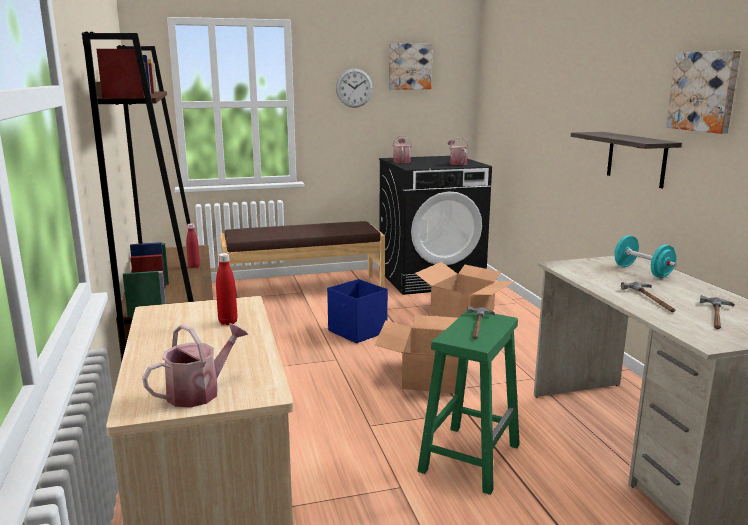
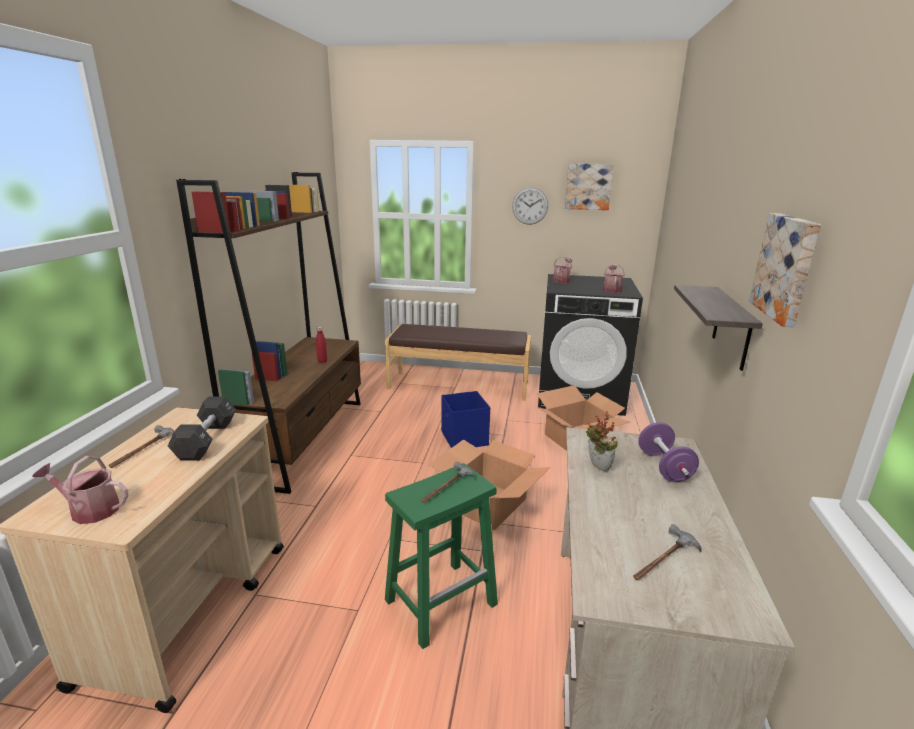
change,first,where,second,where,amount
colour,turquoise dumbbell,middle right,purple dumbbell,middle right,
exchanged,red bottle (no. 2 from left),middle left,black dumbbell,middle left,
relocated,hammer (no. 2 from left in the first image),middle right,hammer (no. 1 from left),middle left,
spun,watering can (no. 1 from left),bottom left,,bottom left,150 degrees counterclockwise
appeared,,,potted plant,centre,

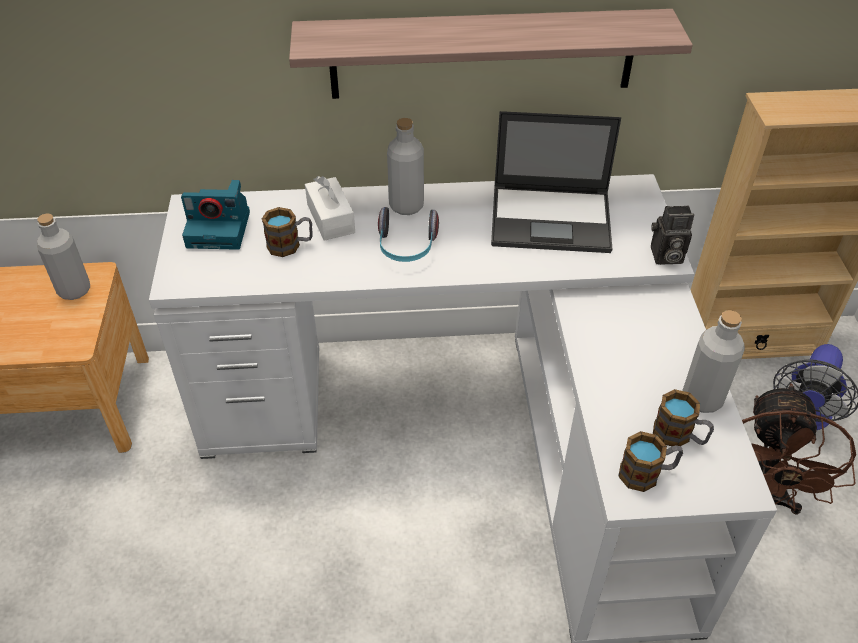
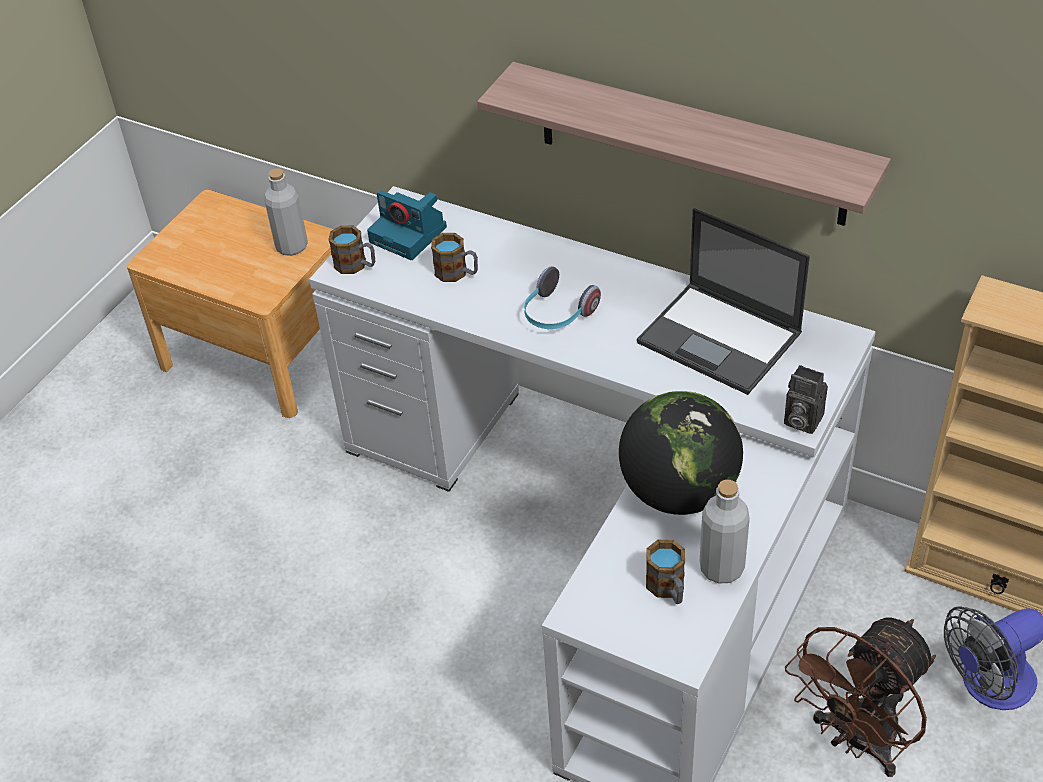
change,first,where,second,where,amount
missing,grey bottle (no. 2 from left),top centre,,,
missing,white tissue box,top centre,,,
relocated,mug (no. 2 from left in the first image),bottom right,mug (no. 1 from left),top centre,
appeared,,,globe,centre,

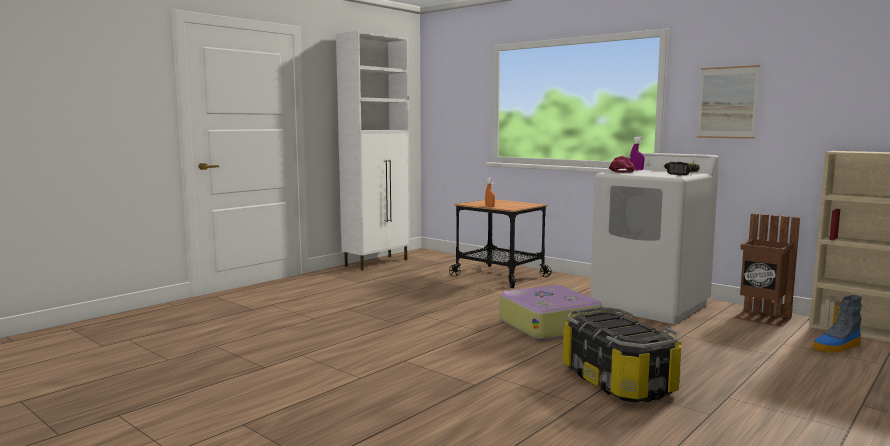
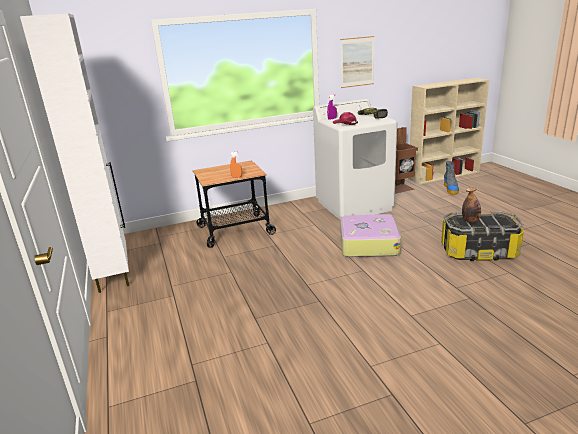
change,first,where,second,where,amount
appeared,,,bottle,middle right,

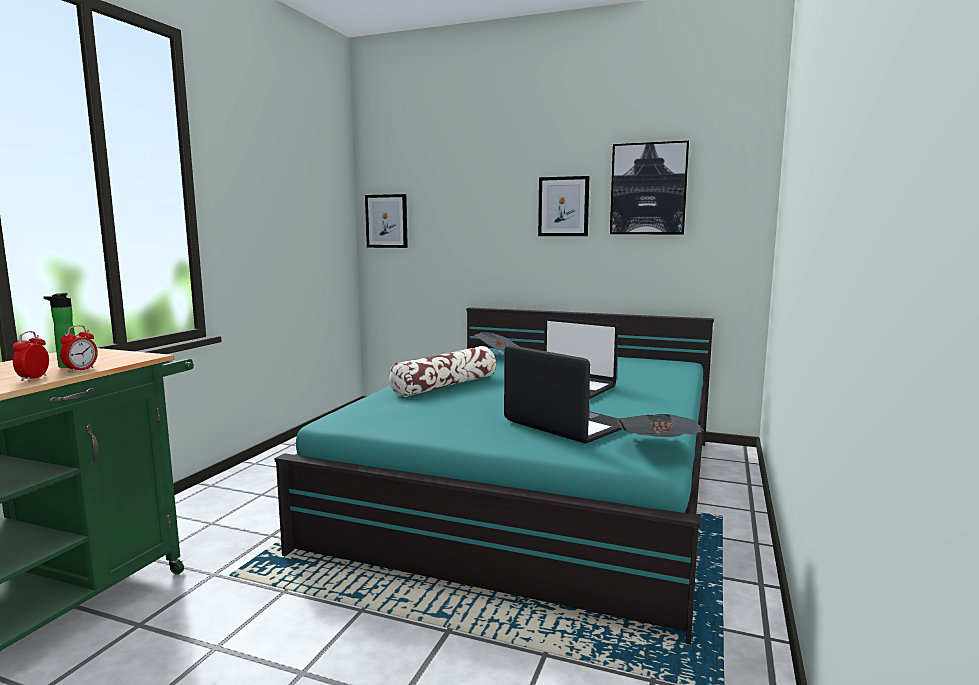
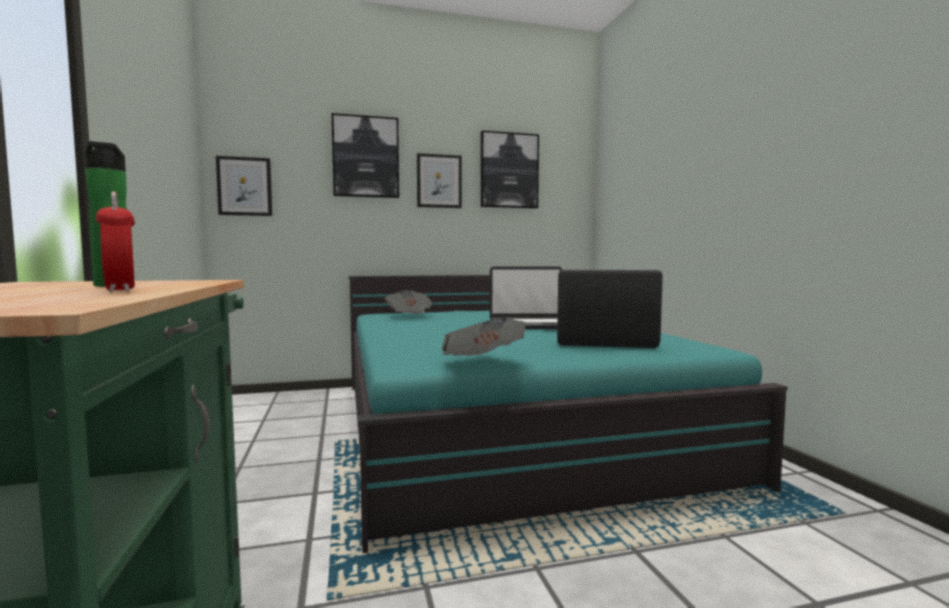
change,first,where,second,where,amount
missing,alarm clock (no. 2 from left),middle left,,,
missing,pillow,centre,,,
relocated,newspaper (no. 2 from left),middle right,,centre,
appeared,,,picture (no. 2 from left),top centre,

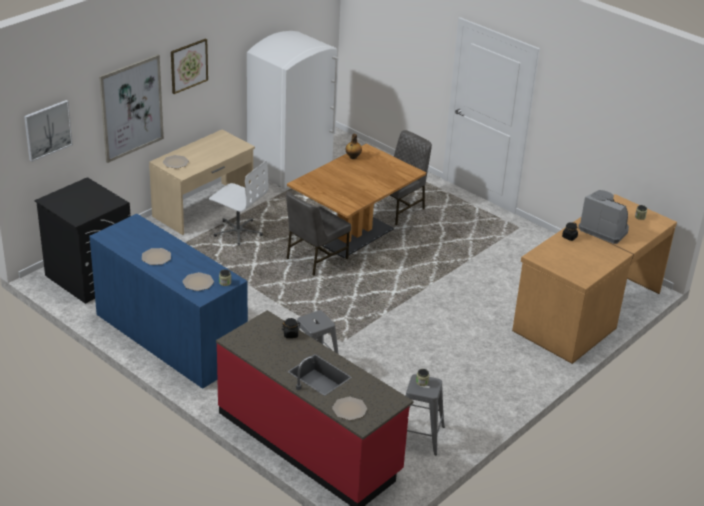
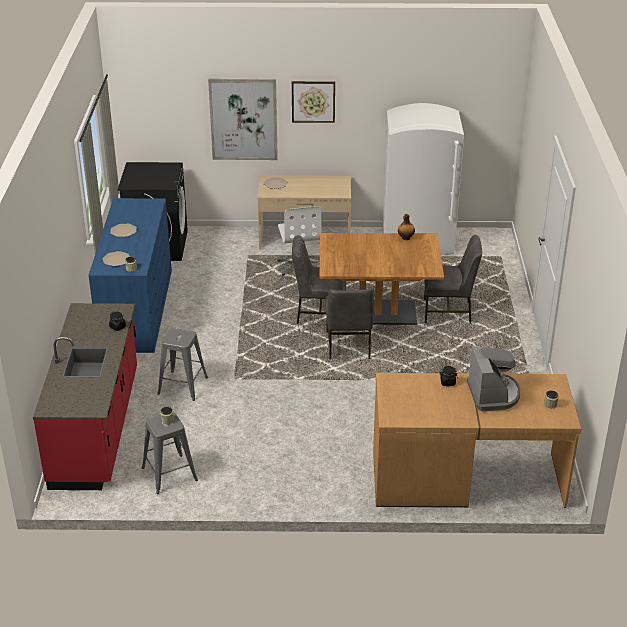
change,first,where,second,where,amount
missing,picture (no. 1 from left),top left,,,
missing,plate (no. 4 from left),bottom centre,,,
appeared,,,grey chair (no. 2 from left),centre,

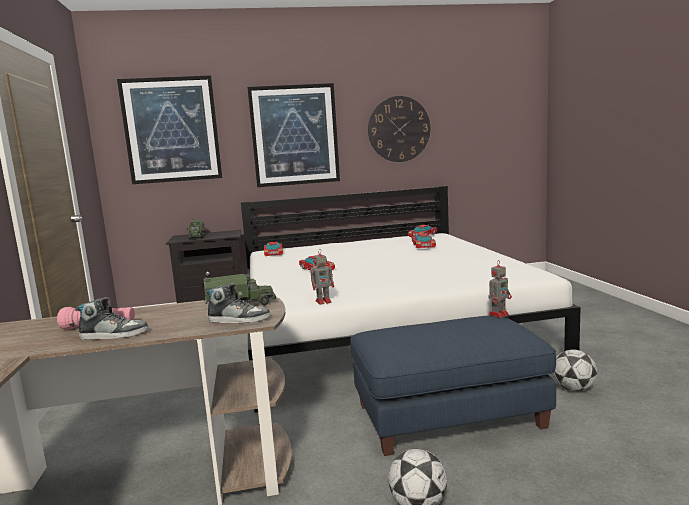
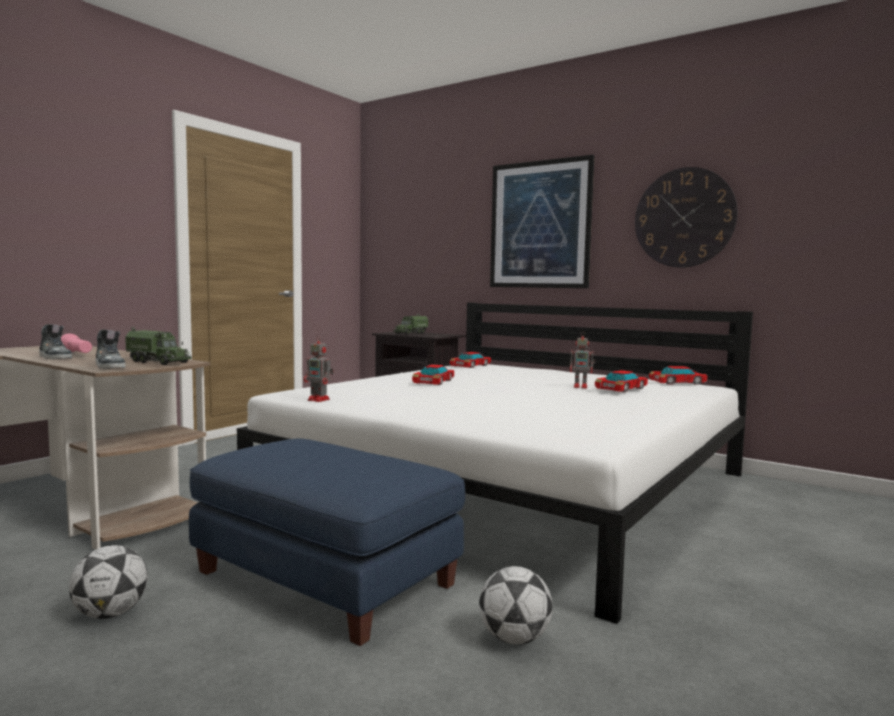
change,first,where,second,where,amount
missing,picture (no. 1 from left),top left,,,
relocated,toy robot (no. 2 from left),middle right,,centre,

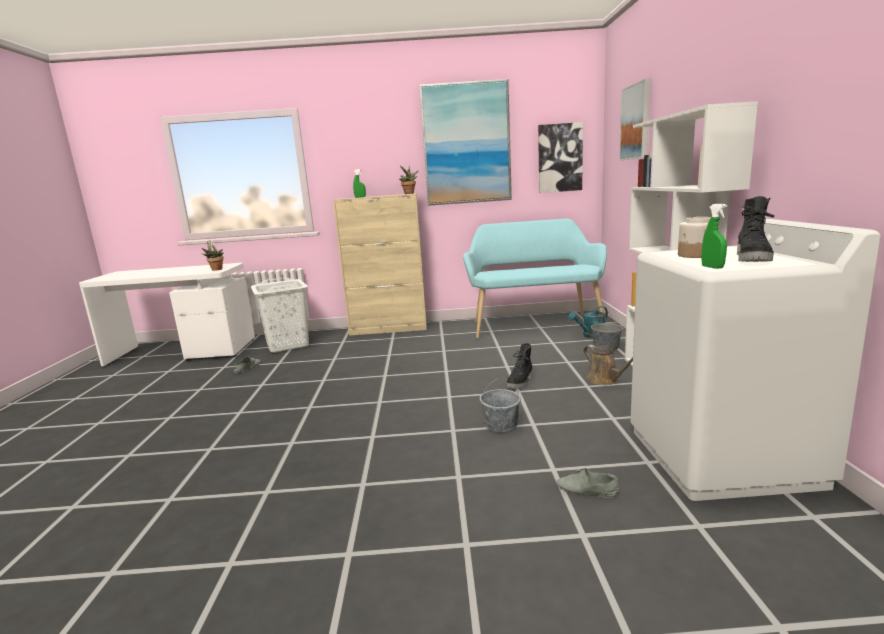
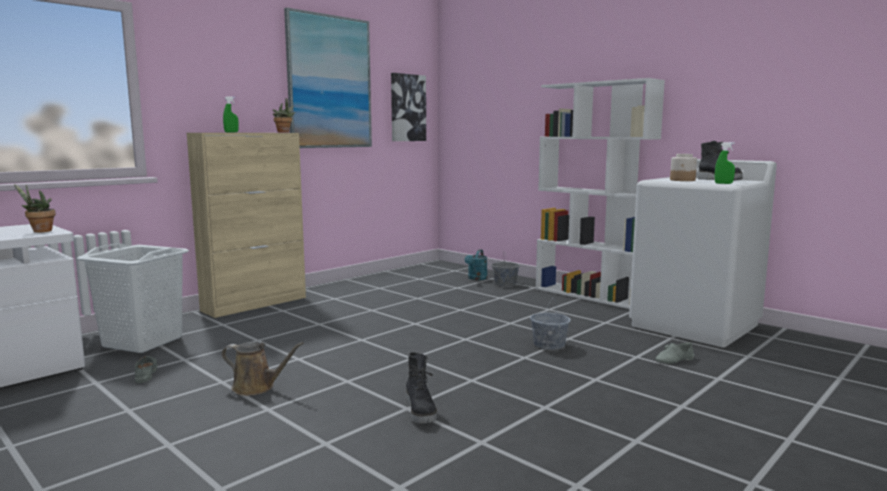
change,first,where,second,where,amount
missing,picture (no. 3 from left),top right,,,
missing,turquoise bench,centre,,,
relocated,black boot (no. 1 from left),centre,,bottom centre,
relocated,brown watering can,middle right,,bottom left,

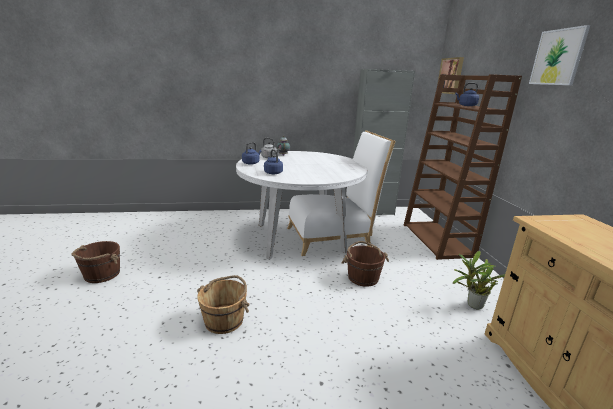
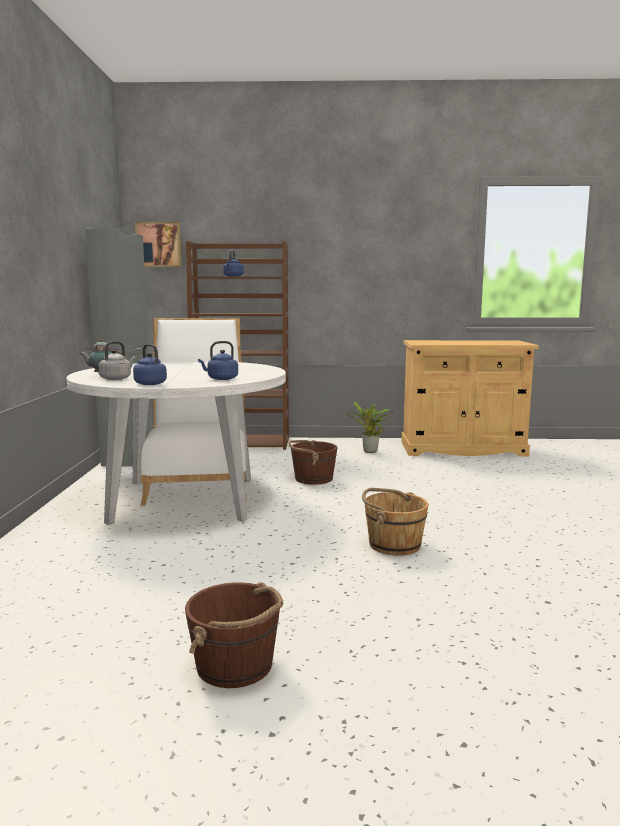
change,first,where,second,where,amount
missing,picture (no. 2 from left),top right,,,

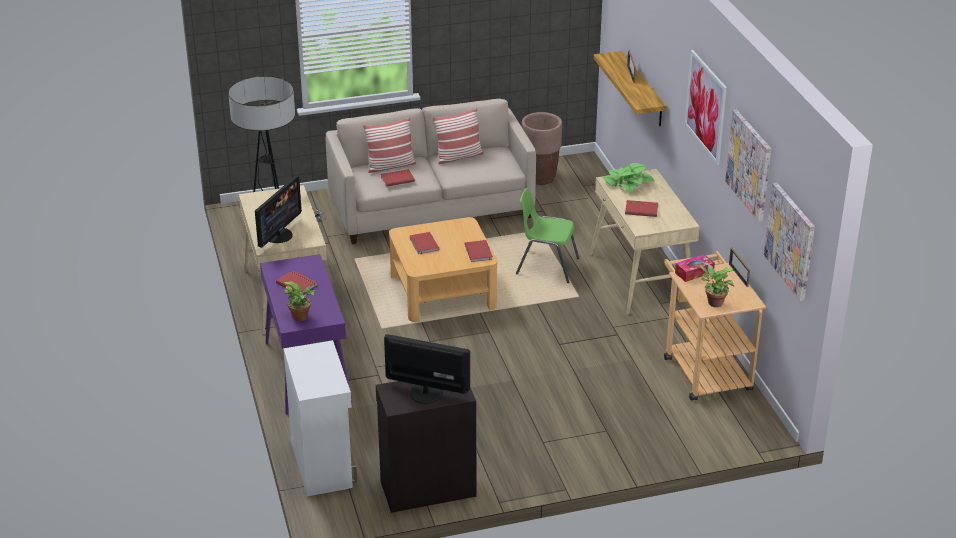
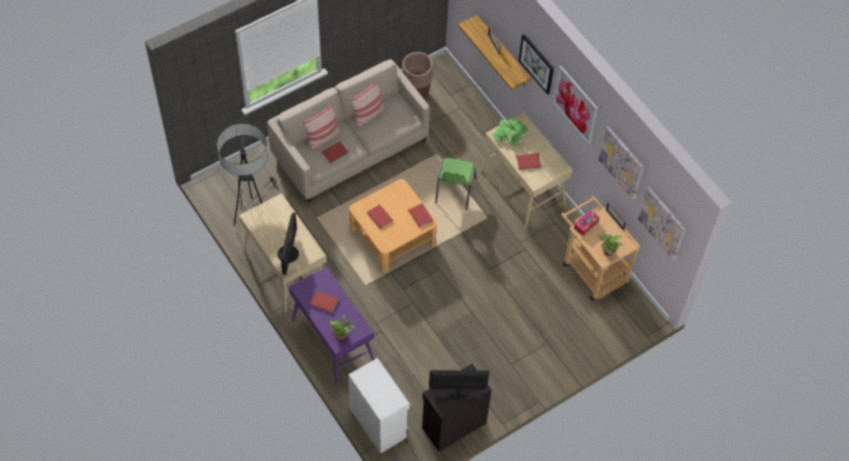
change,first,where,second,where,amount
spun,green chair,centre,,centre,75 degrees counterclockwise
appeared,,,picture (no. 1 from left),top centre,

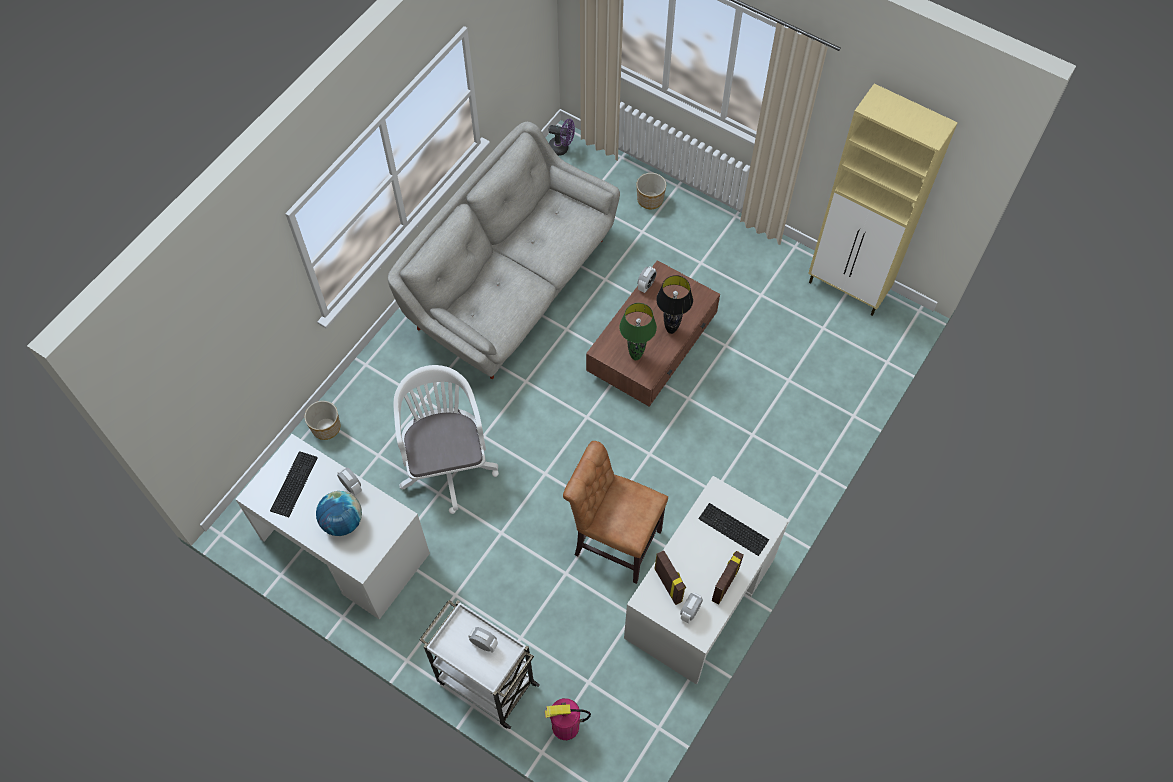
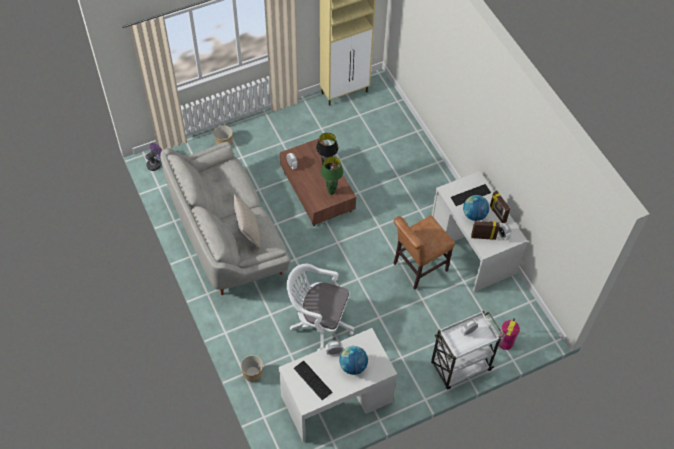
change,first,where,second,where,amount
appeared,,,beige pillow,centre,
appeared,,,globe (no. 2 from left),middle right,

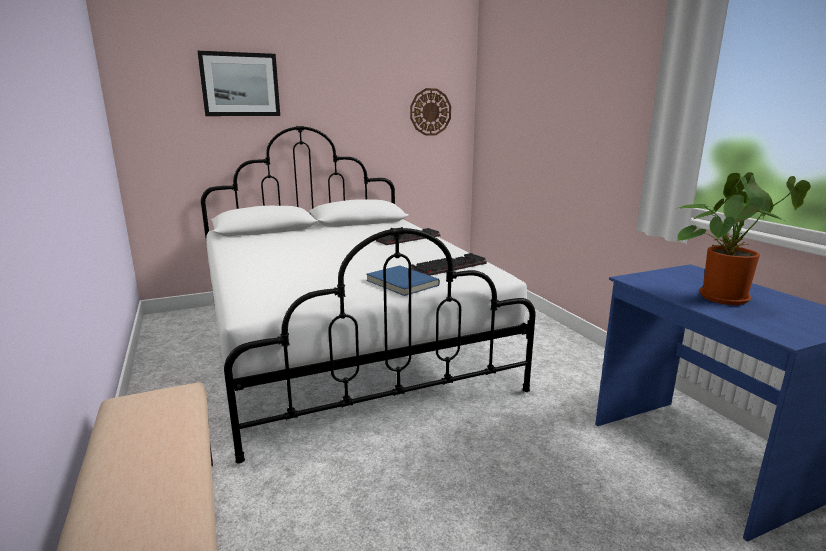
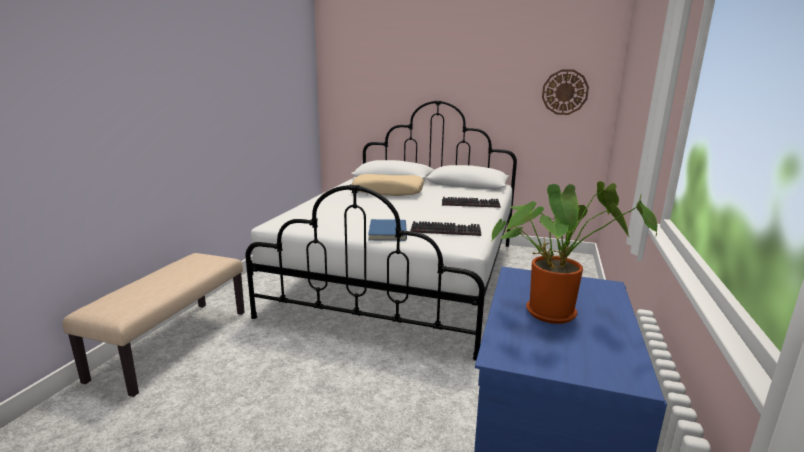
change,first,where,second,where,amount
missing,picture,top left,,,
appeared,,,beige pillow,centre,

